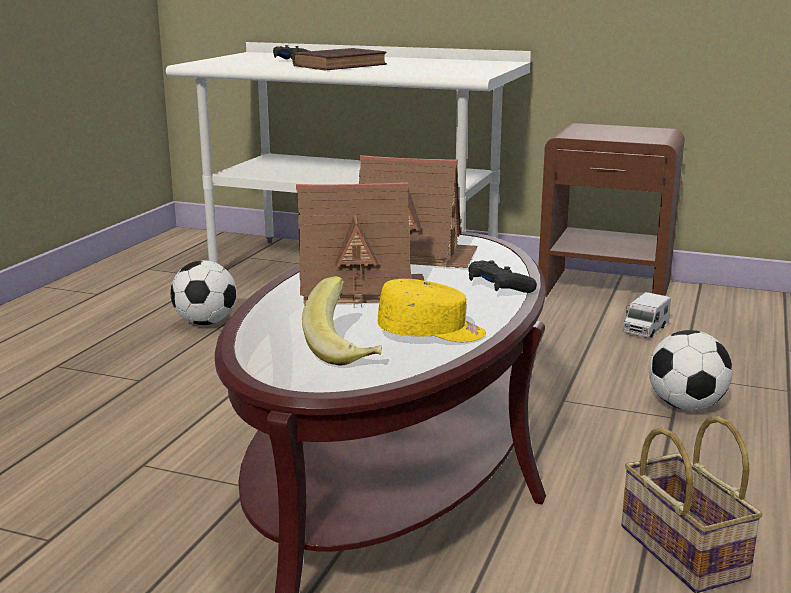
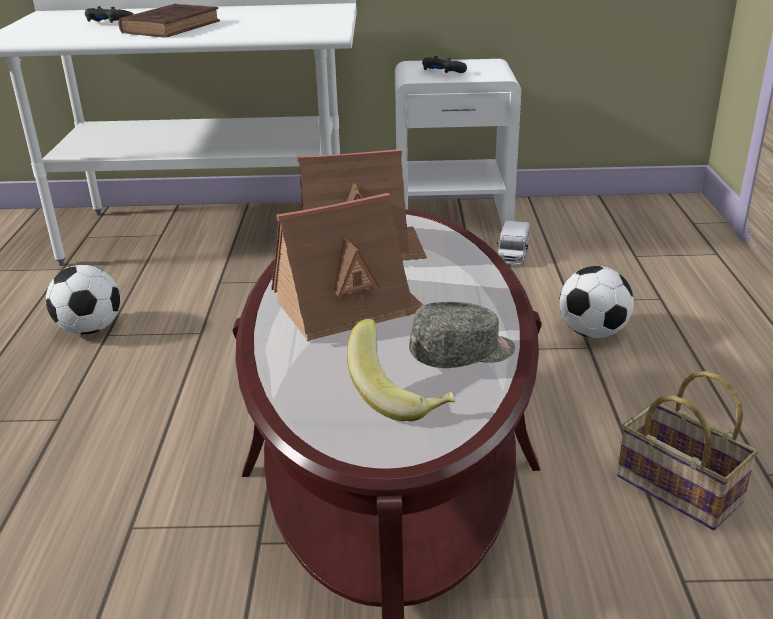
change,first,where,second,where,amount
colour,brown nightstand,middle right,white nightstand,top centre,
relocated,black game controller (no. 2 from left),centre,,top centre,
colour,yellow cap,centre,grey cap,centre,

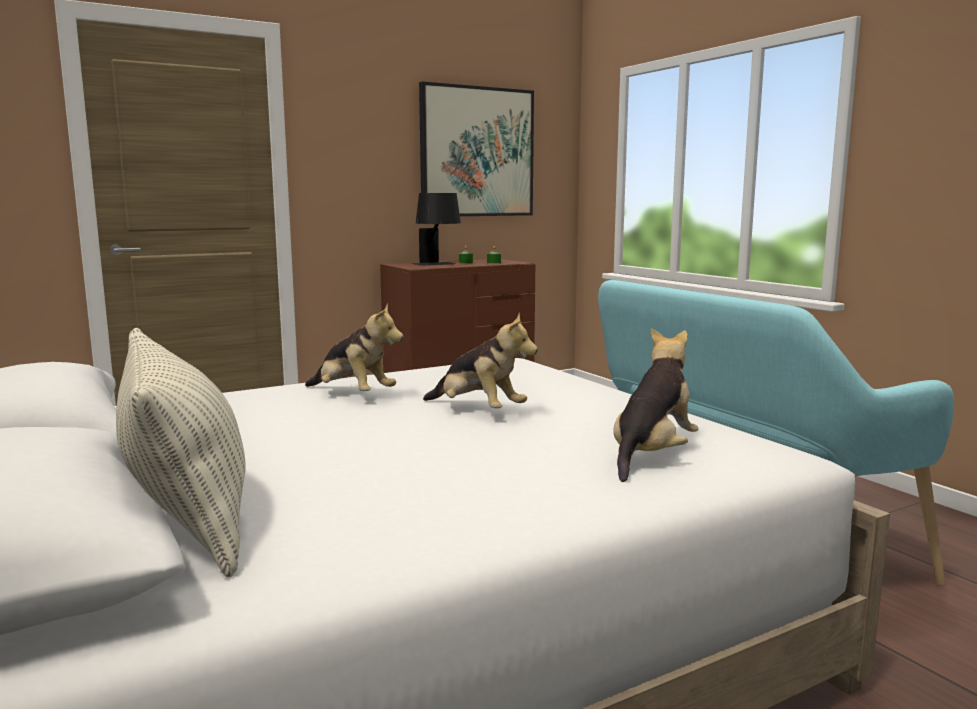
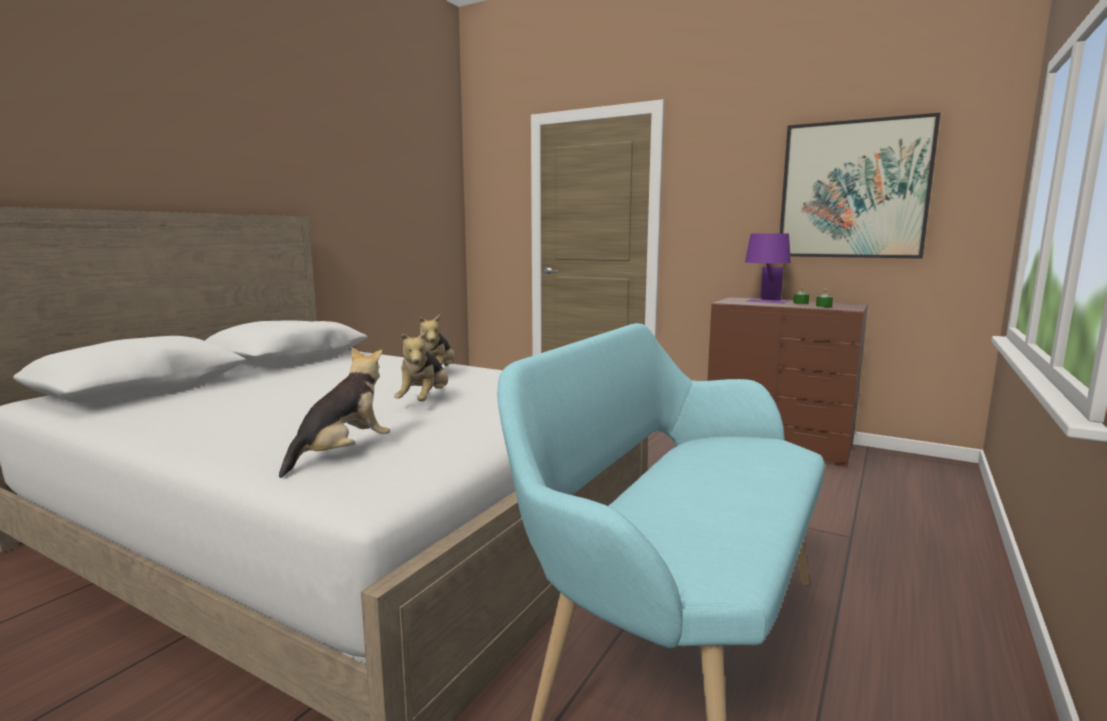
change,first,where,second,where,amount
colour,black table lamp,top centre,purple table lamp,middle right,
missing,pillow,middle left,,,
spun,plush toy (no. 3 from left in the first image),middle right,plush toy (no. 1 from left),middle left,60 degrees counterclockwise

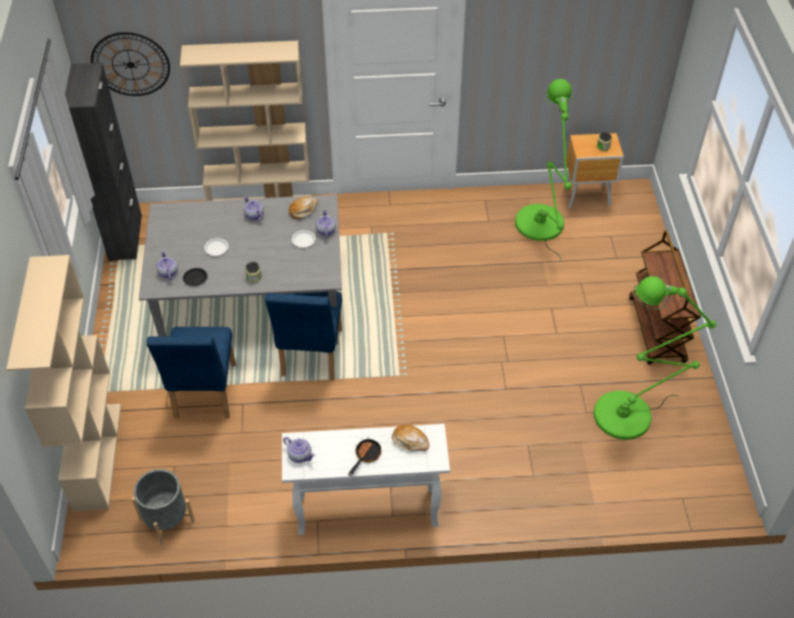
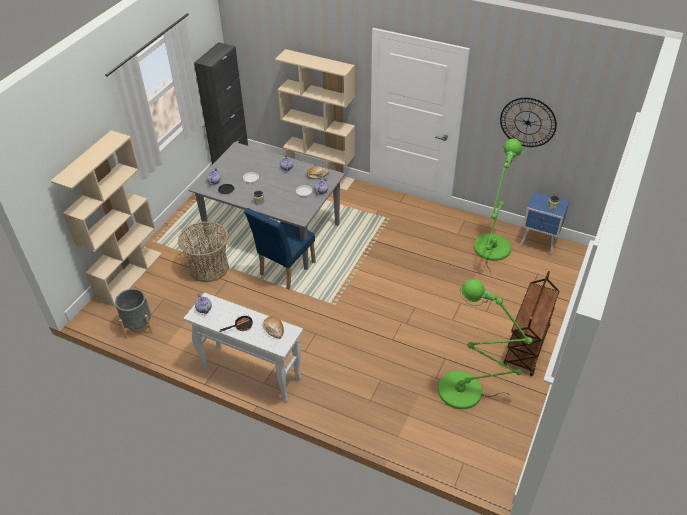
change,first,where,second,where,amount
relocated,wall clock,top left,,top right,
colour,brown nightstand,top right,blue nightstand,middle right,
exchanged,blue chair (no. 1 from left),middle left,basket,middle left,

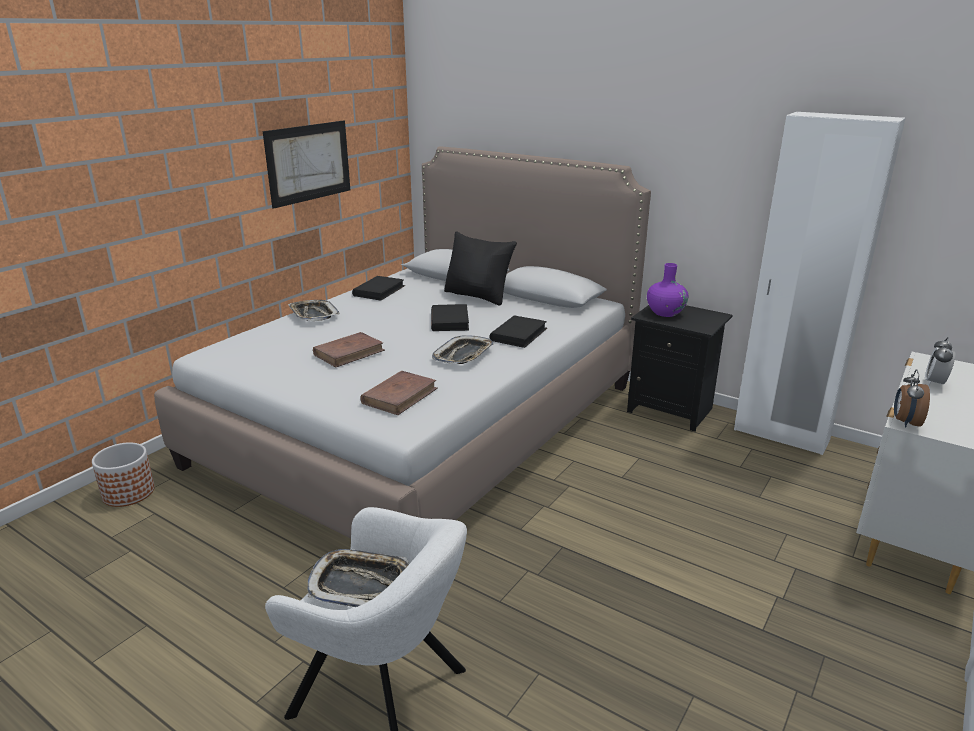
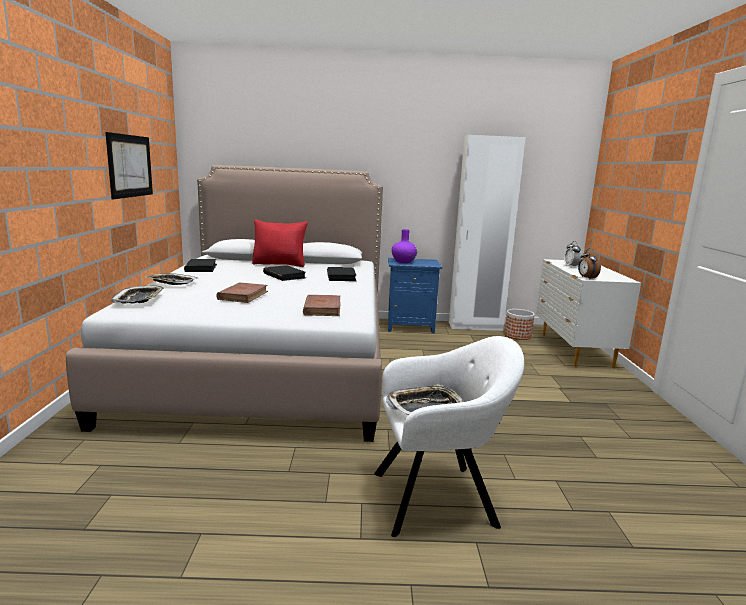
change,first,where,second,where,amount
colour,black pillow,centre,red pillow,centre,
colour,black nightstand,middle right,blue nightstand,centre,
relocated,tray (no. 3 from left in the first image),centre,tray (no. 1 from left),middle left,
relocated,planter,middle left,,middle right,

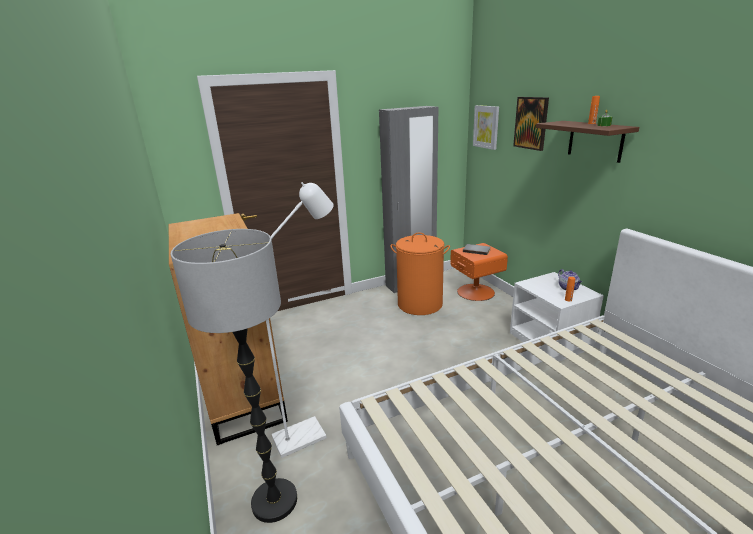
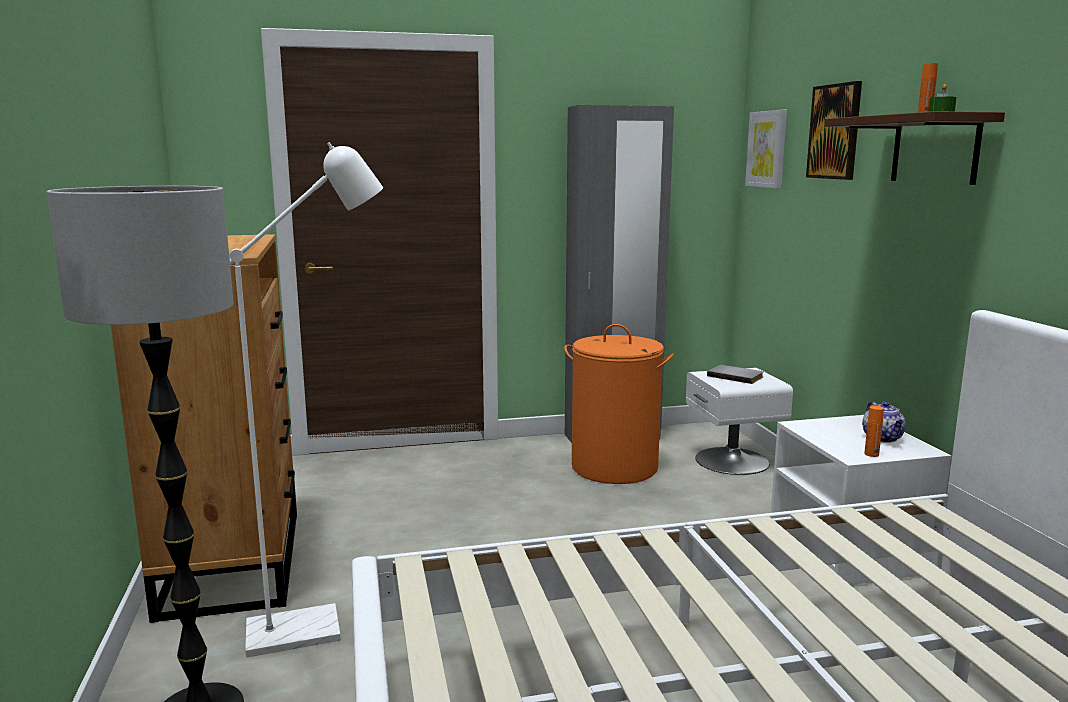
change,first,where,second,where,amount
colour,orange nightstand,centre,white nightstand (no. 1 from left),middle right,

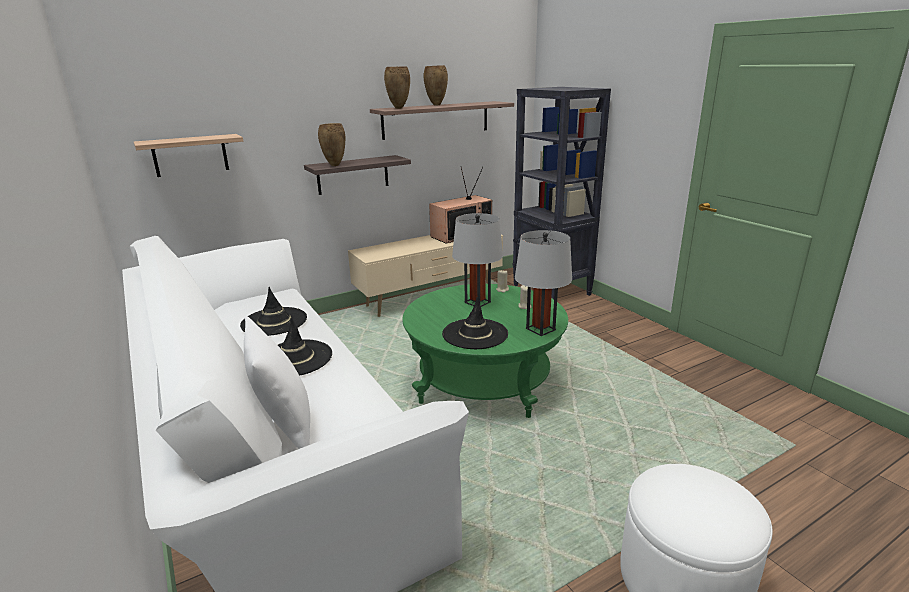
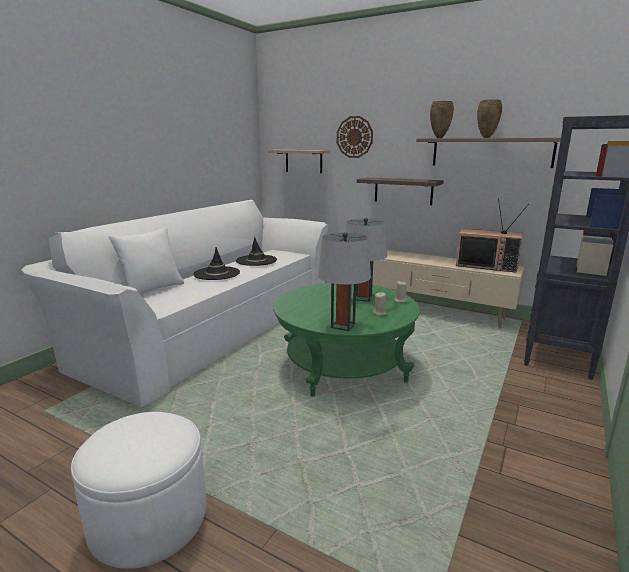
change,first,where,second,where,amount
missing,brown vase (no. 1 from left),top centre,,,
missing,black hat (no. 3 from left),centre,,,
appeared,,,wall clock,top centre,

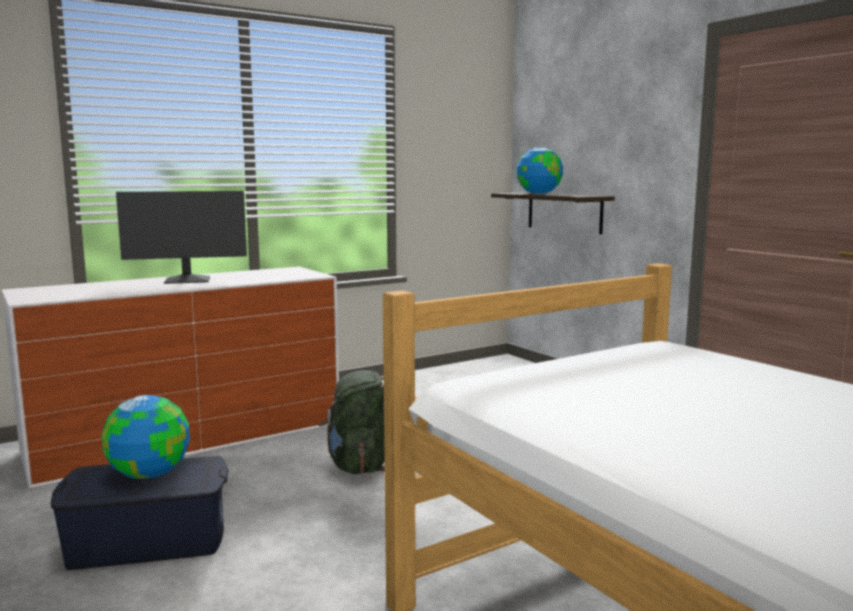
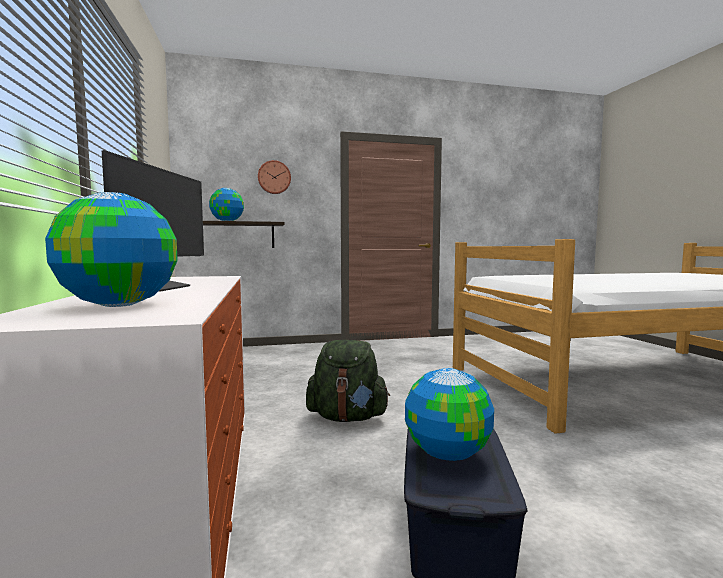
change,first,where,second,where,amount
appeared,,,wall clock,top centre,
appeared,,,globe (no. 1 from left),middle left,

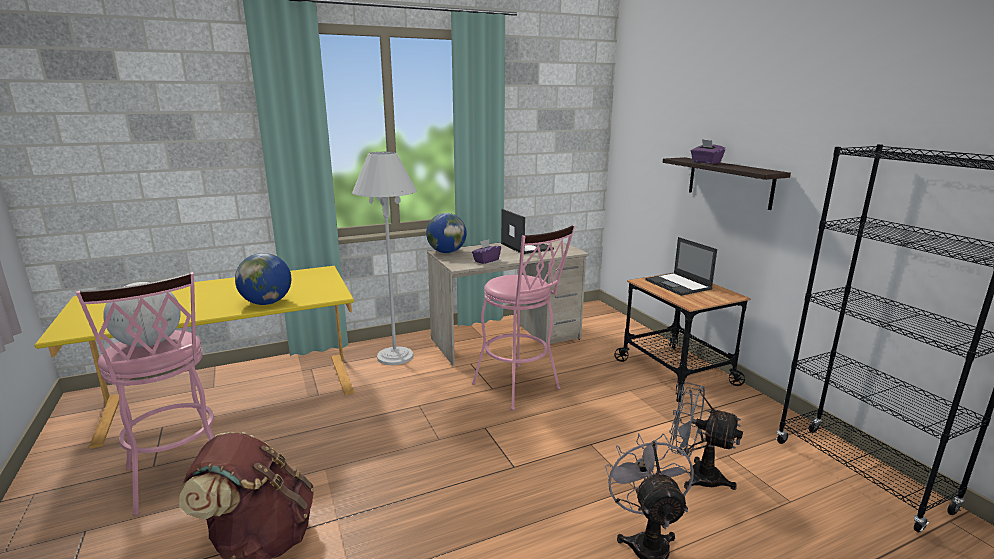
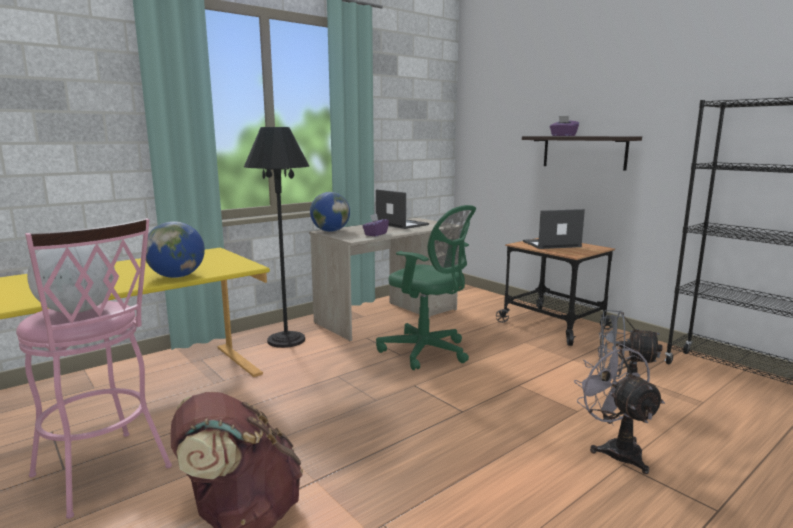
change,first,where,second,where,amount
colour,white floor lamp,centre,black floor lamp,centre,
exchanged,pink stool (no. 2 from left),centre,green office chair,centre,
spun,laptop (no. 2 from left),middle right,,middle right,120 degrees clockwise

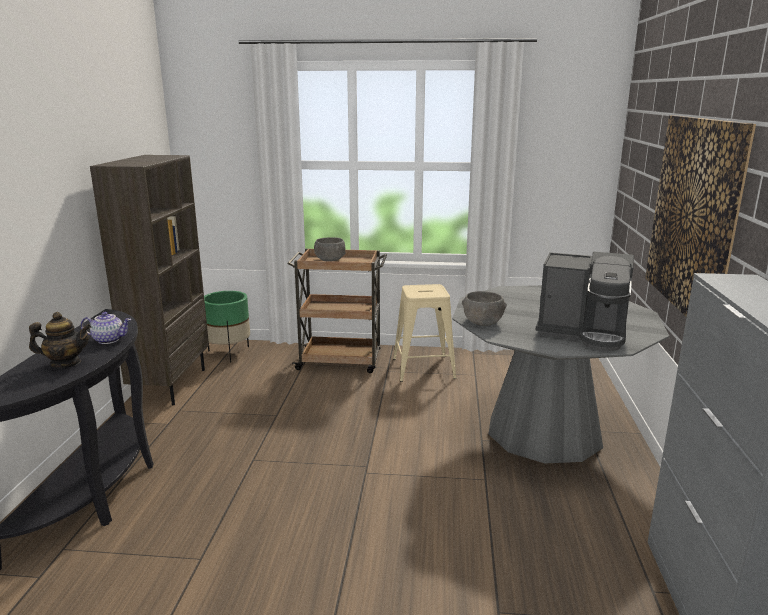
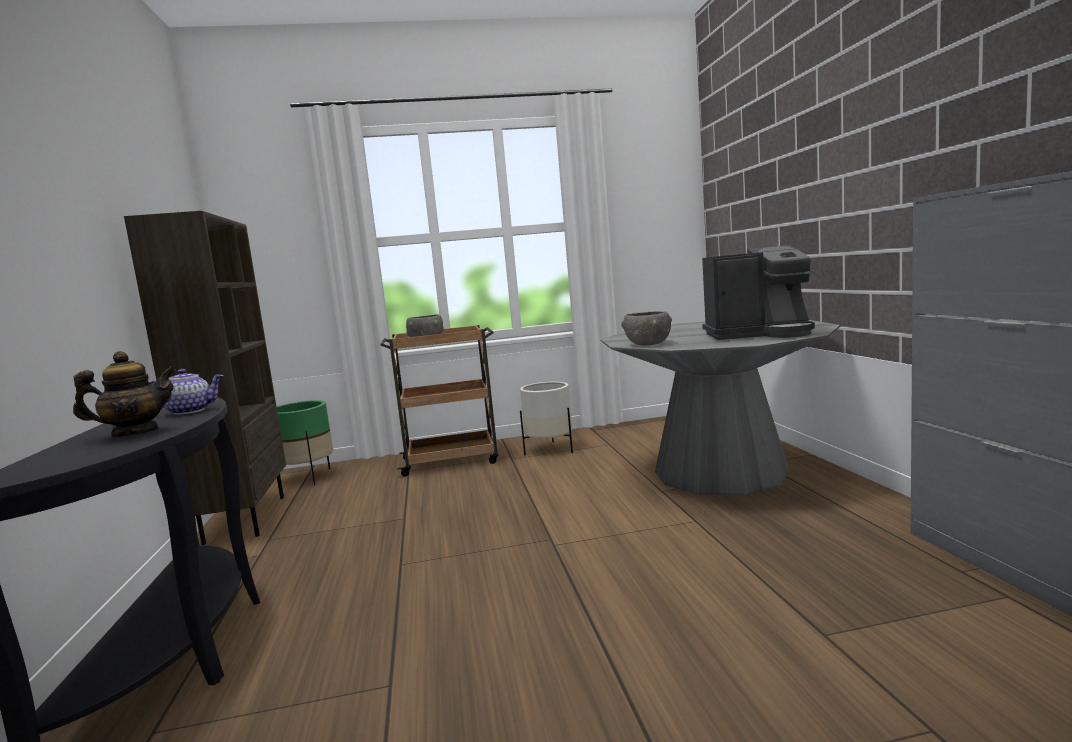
change,first,where,second,where,amount
missing,picture,middle right,,,
exchanged,beige stool,centre,white planter,centre,

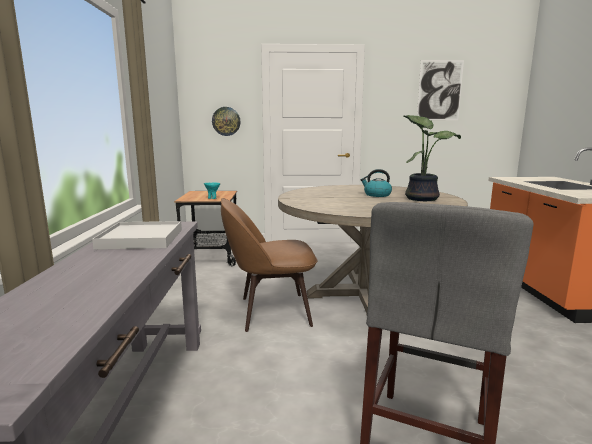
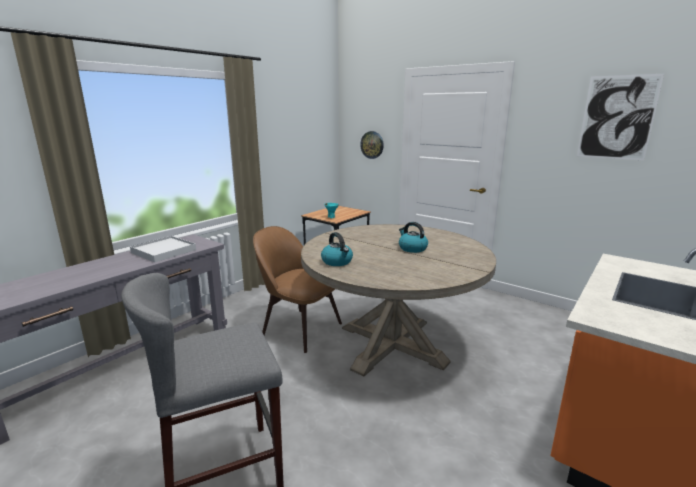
change,first,where,second,where,amount
missing,potted plant,middle right,,,
appeared,,,kettle (no. 1 from left),centre,

